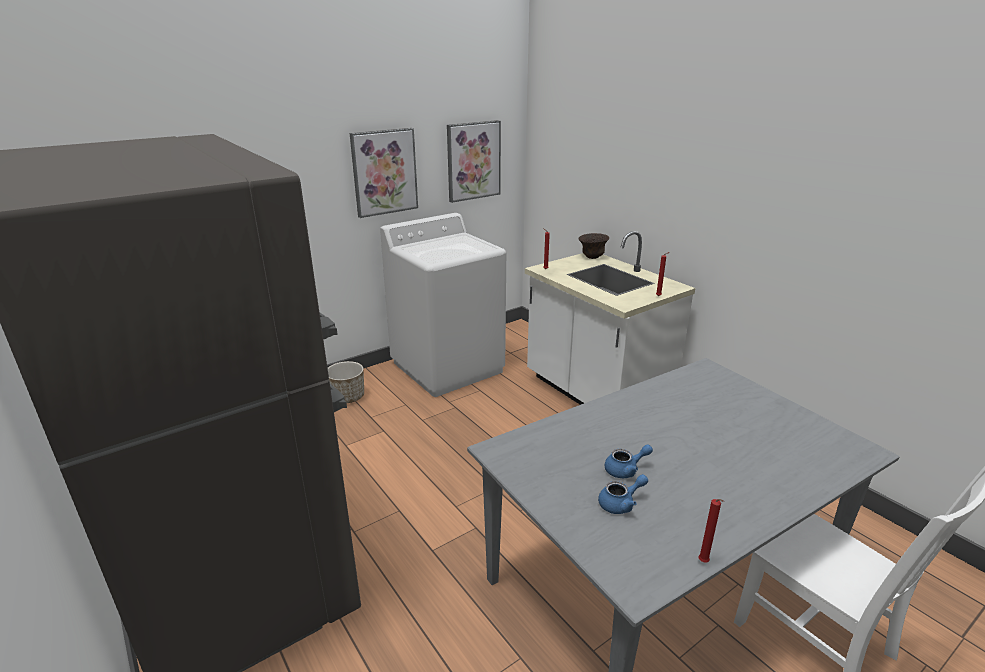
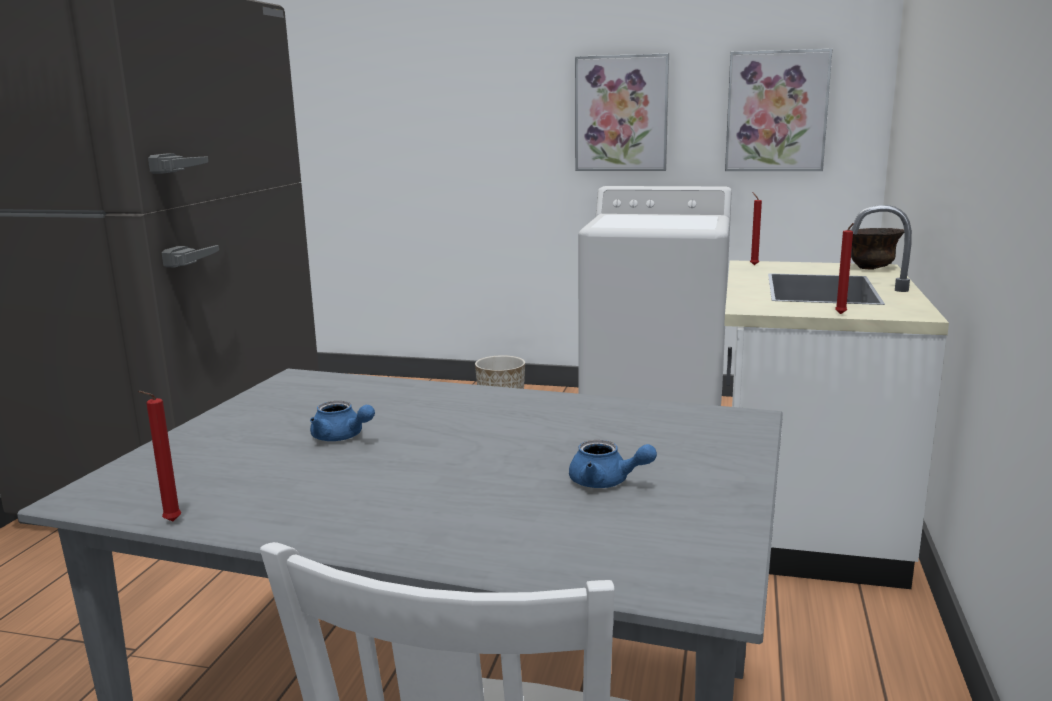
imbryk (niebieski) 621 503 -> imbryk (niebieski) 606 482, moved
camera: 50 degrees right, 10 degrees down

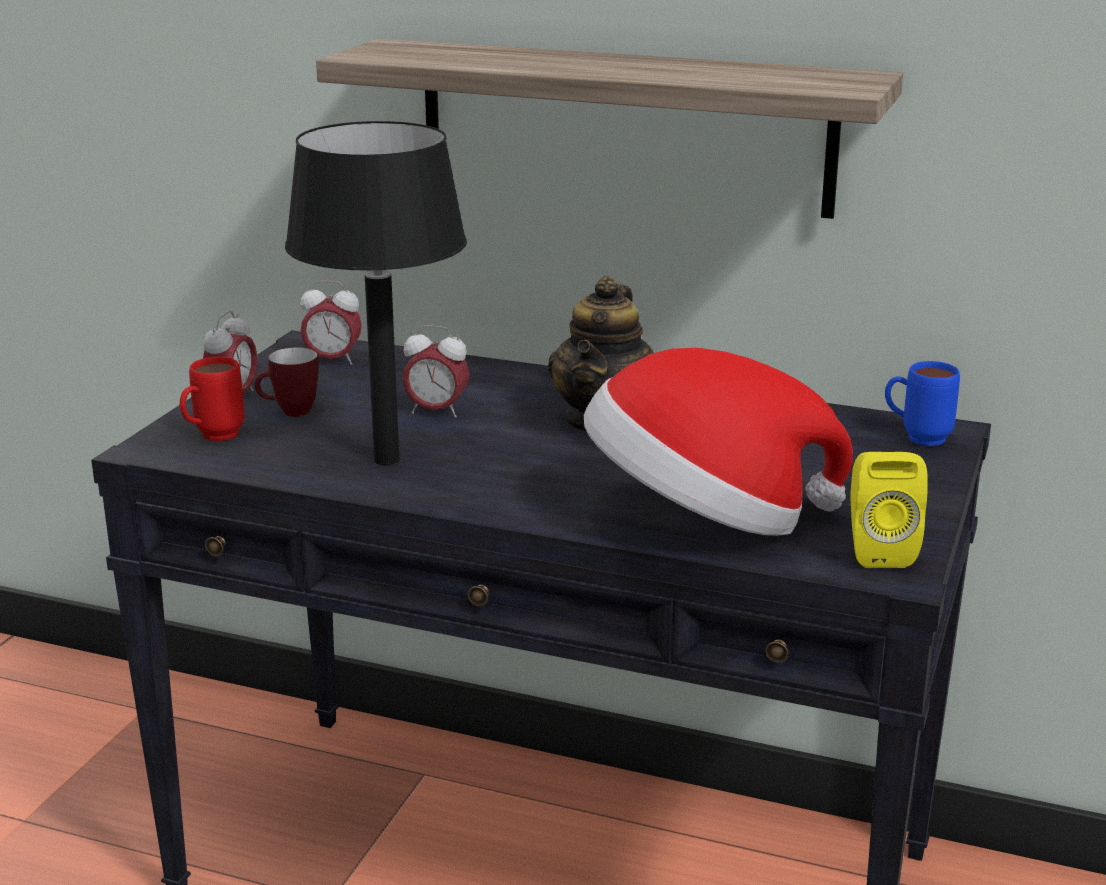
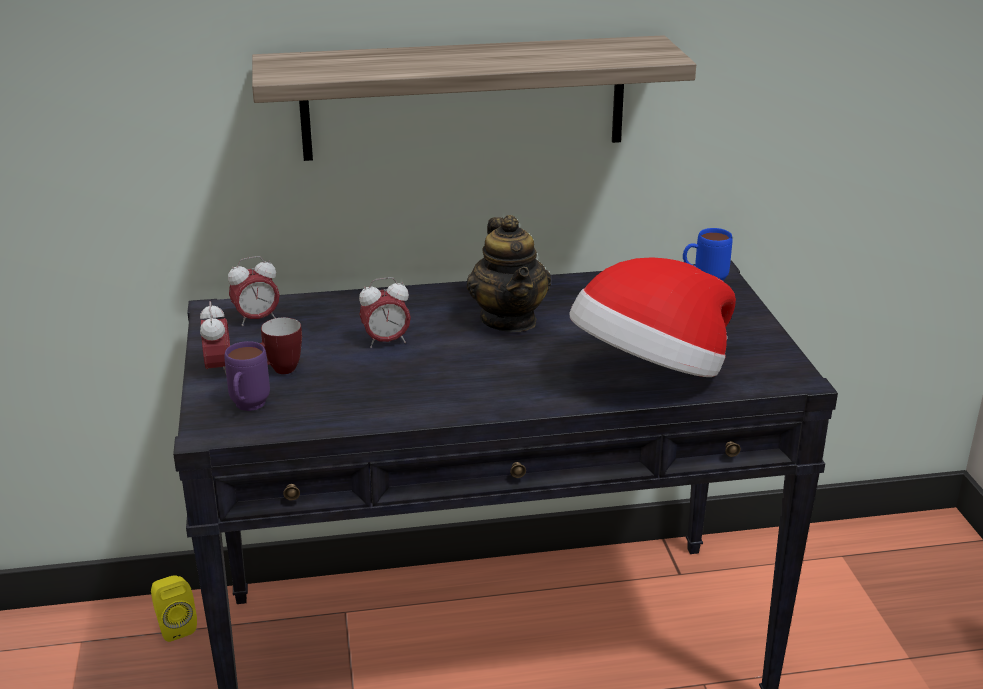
lampa stołowa (czarny) 388 459 -> none
głośnik (żółty) 878 551 -> głośnik (żółty) 175 626, moved
kubek (czerwony) 212 438 -> kubek (fioletowy) 247 408
camera: 30 degrees left, 5 degrees up

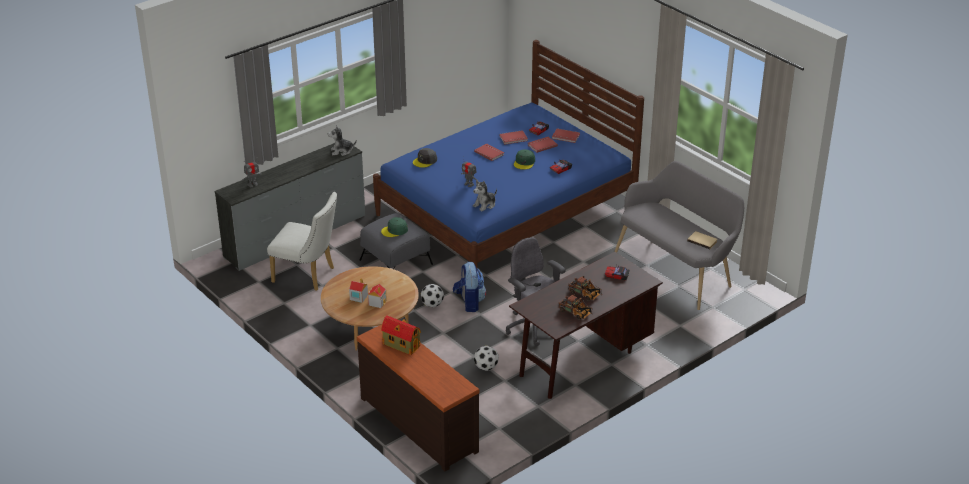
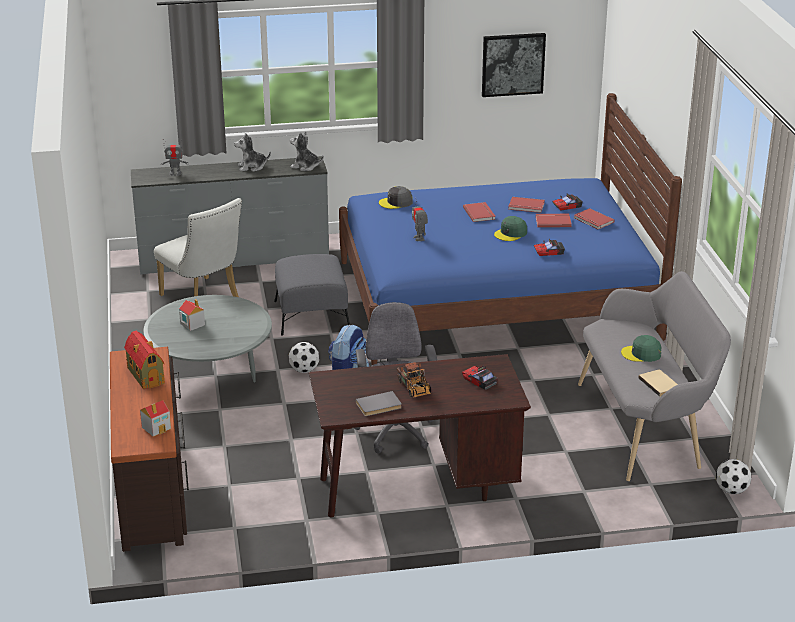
none -> obraz 513 64
domek 377 302 -> domek 156 427, moved
czapka z daszkiem (zielony) 394 230 -> czapka z daszkiem (zielony) 641 354, moved
pluszak 485 205 -> pluszak 252 167, moved
piłka futbolowa 486 367 -> piłka futbolowa 731 490, moved
ciężarówka zabawkowa 576 313 -> książka (szary) 379 406
ława (brązowy) 371 328 -> ława (szary) 211 373
camera: 30 degrees right, 5 degrees down

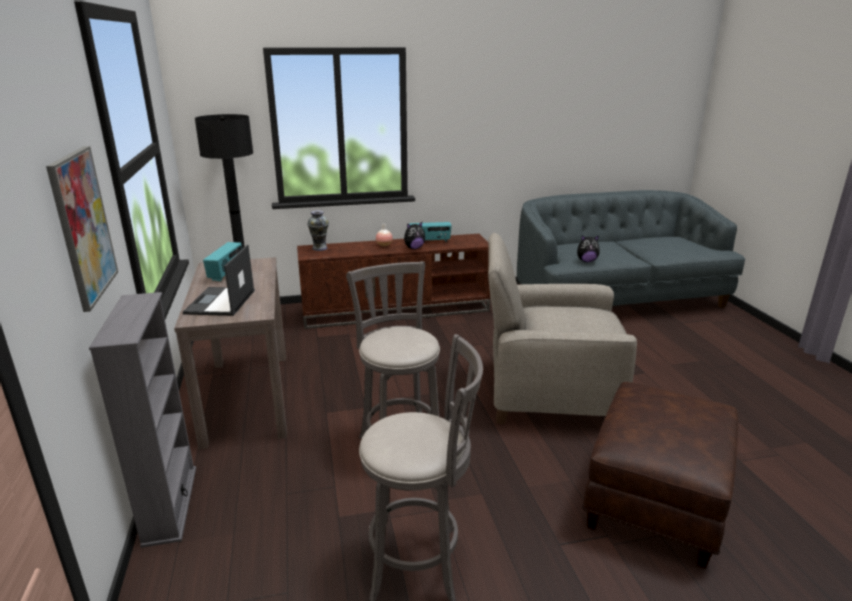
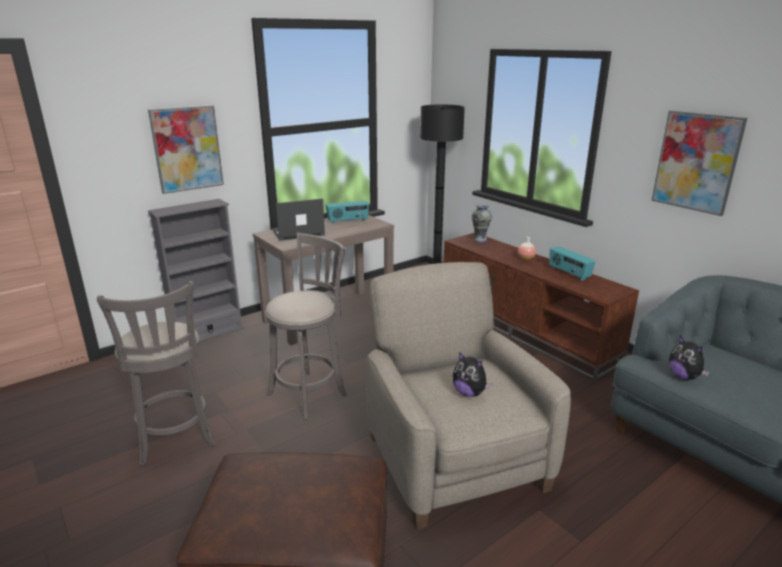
none -> obraz 696 162
pluszak 414 248 -> pluszak 469 393, moved
camera: 65 degrees right, 0 degrees up

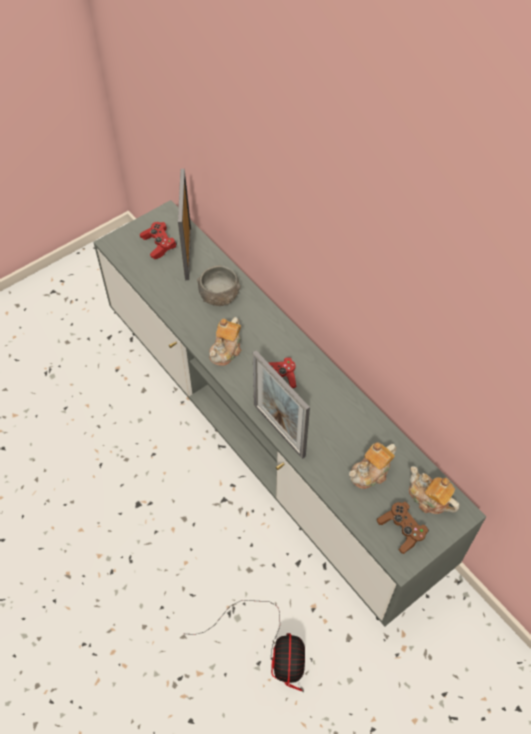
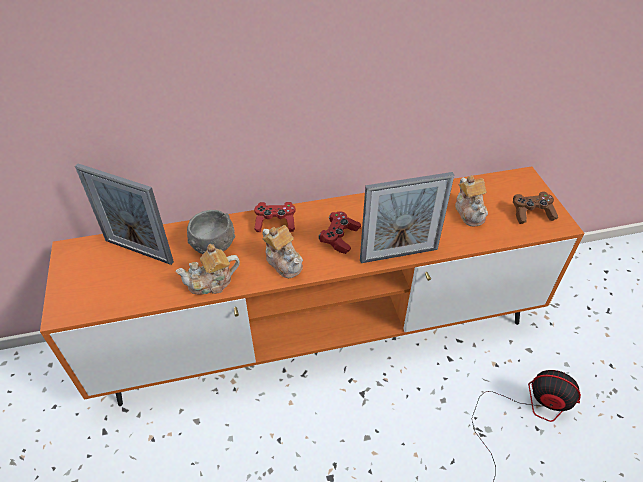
pad do gier (czerwony) 159 245 -> pad do gier (czerwony) 275 223, moved
imbryk 429 499 -> imbryk 211 282, moved
szafka pod telewizor (szary) 267 442 -> szafka pod telewizor (pomarańczowy) 320 335
camera: 65 degrees left, 10 degrees down

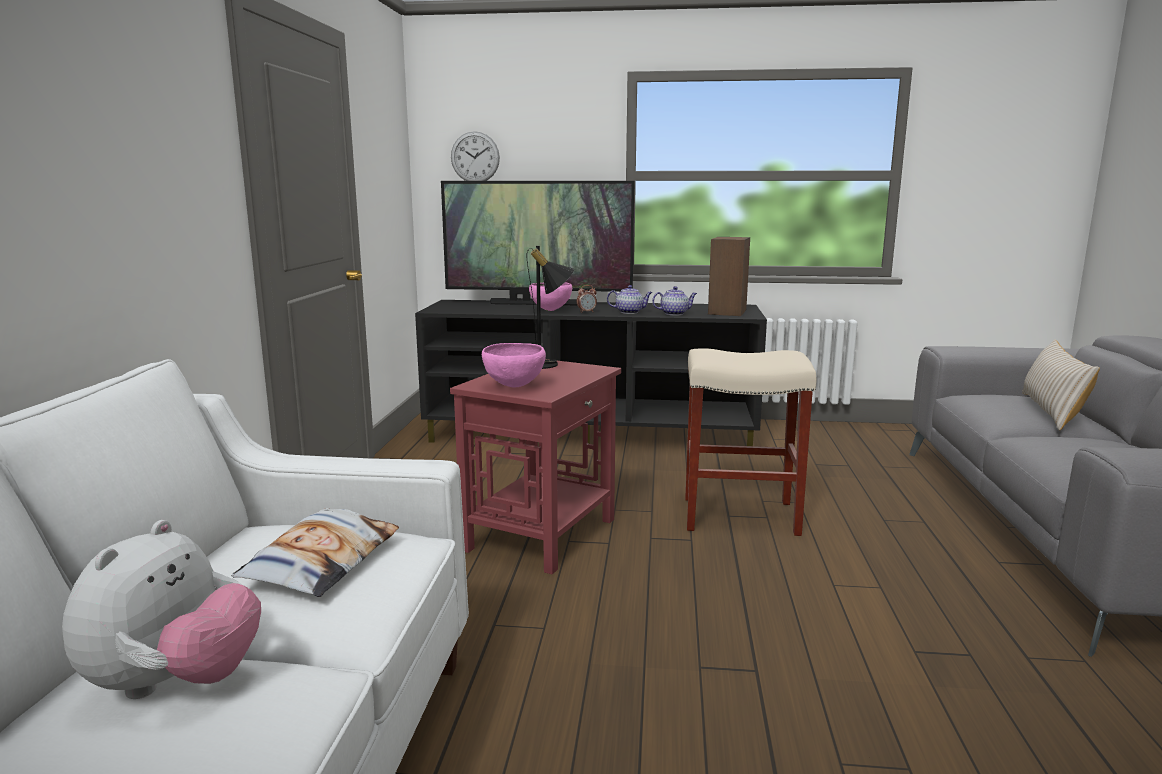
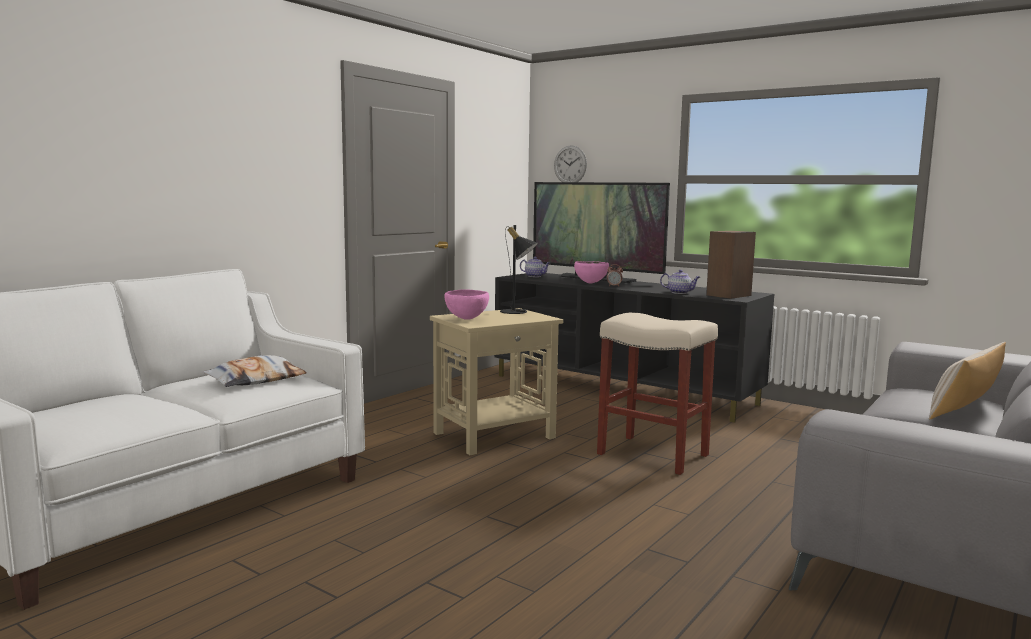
pluszak 175 684 -> none
imbryk 630 312 -> imbryk 535 276, moved
stolik (czerwony) 542 535 -> stolik (beżowy) 494 436
camera: 30 degrees right, 5 degrees down

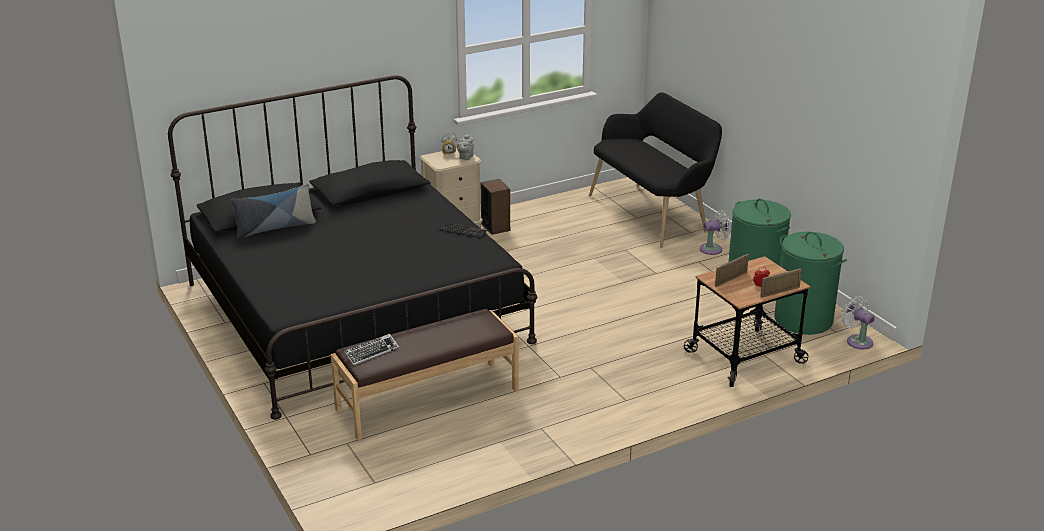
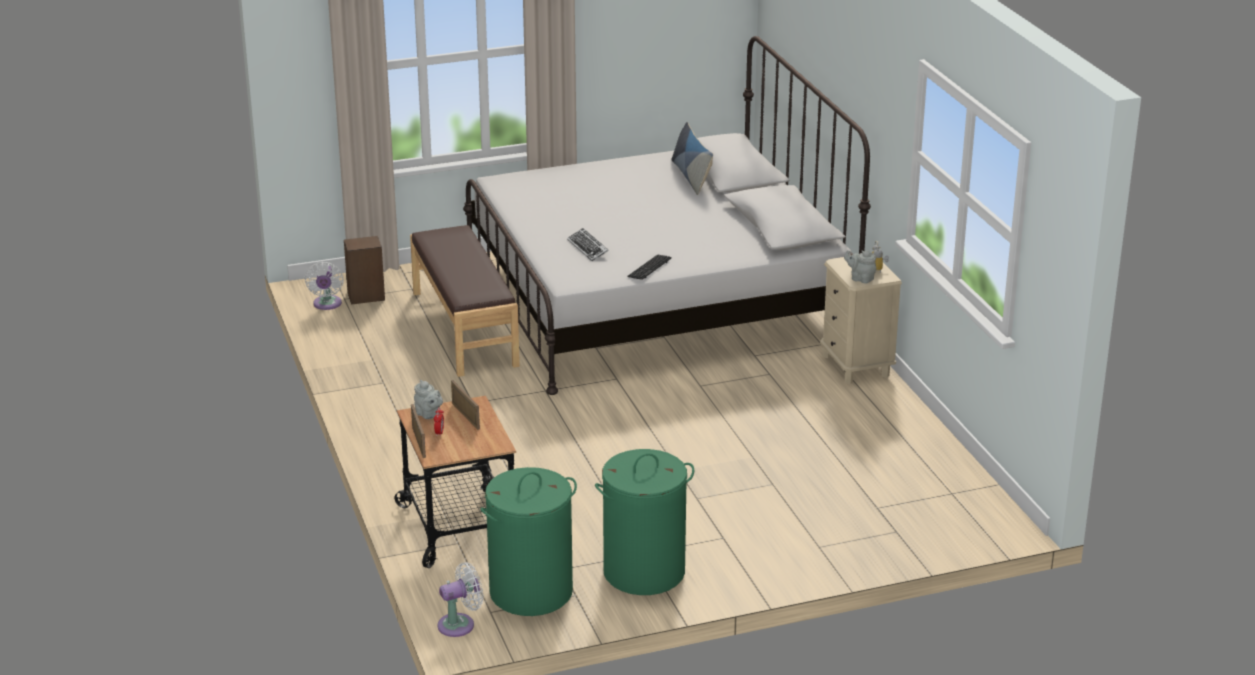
ławka (czarny) 653 213 -> none
none -> imbryk (szary) 429 415
klawiatura 371 352 -> klawiatura 588 248, moved
głośnik 495 227 -> głośnik 366 296, moved
wentylator (biały) 713 249 -> wentylator (biały) 327 305, moved
łóżko (czarny) 354 312 -> łóżko (biały) 656 298
camera: 100 degrees right, 0 degrees up

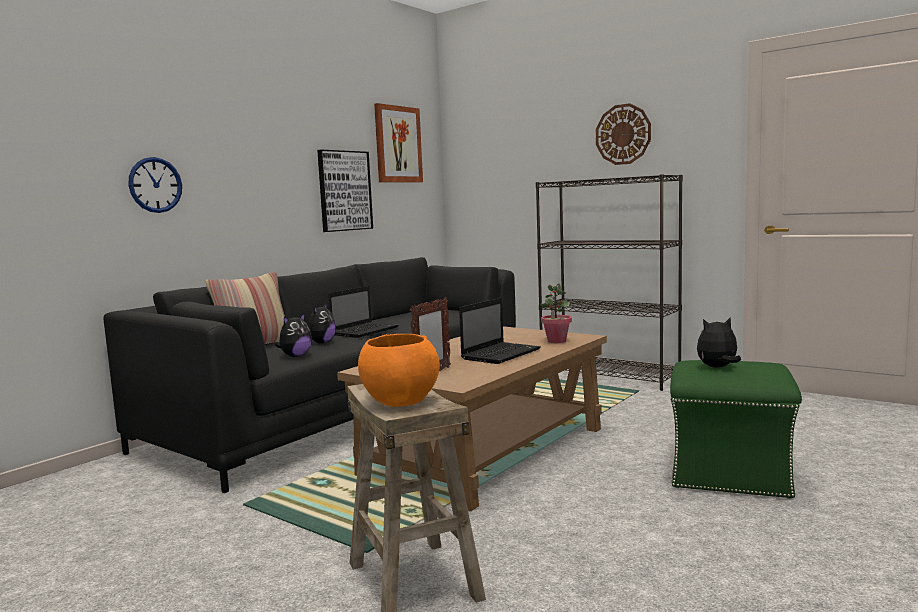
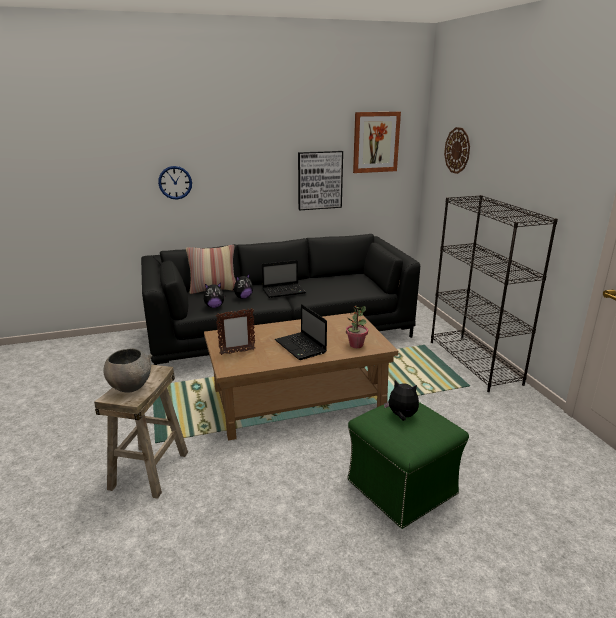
zegar ścienny 623 134 -> zegar ścienny 457 150, moved
miska (pomarańczowy) 400 401 -> miska (szary) 130 386
laptop 501 354 -> laptop 301 347, 75 degrees clockwise
camera: 35 degrees right, 15 degrees up

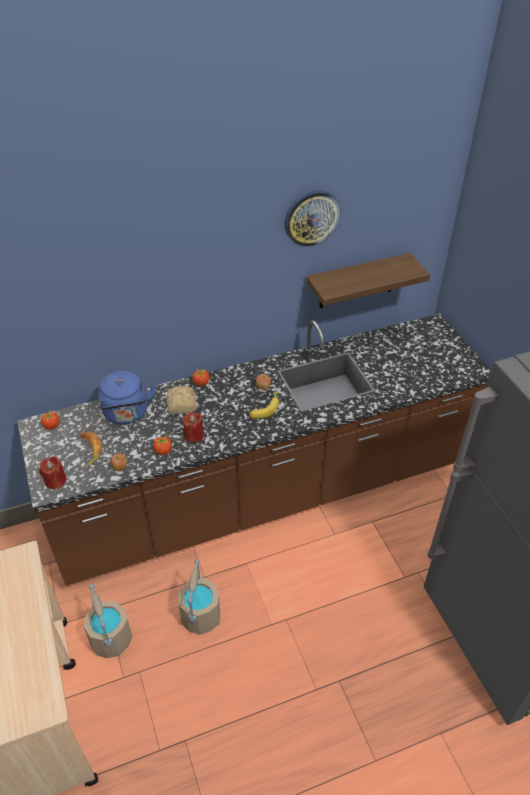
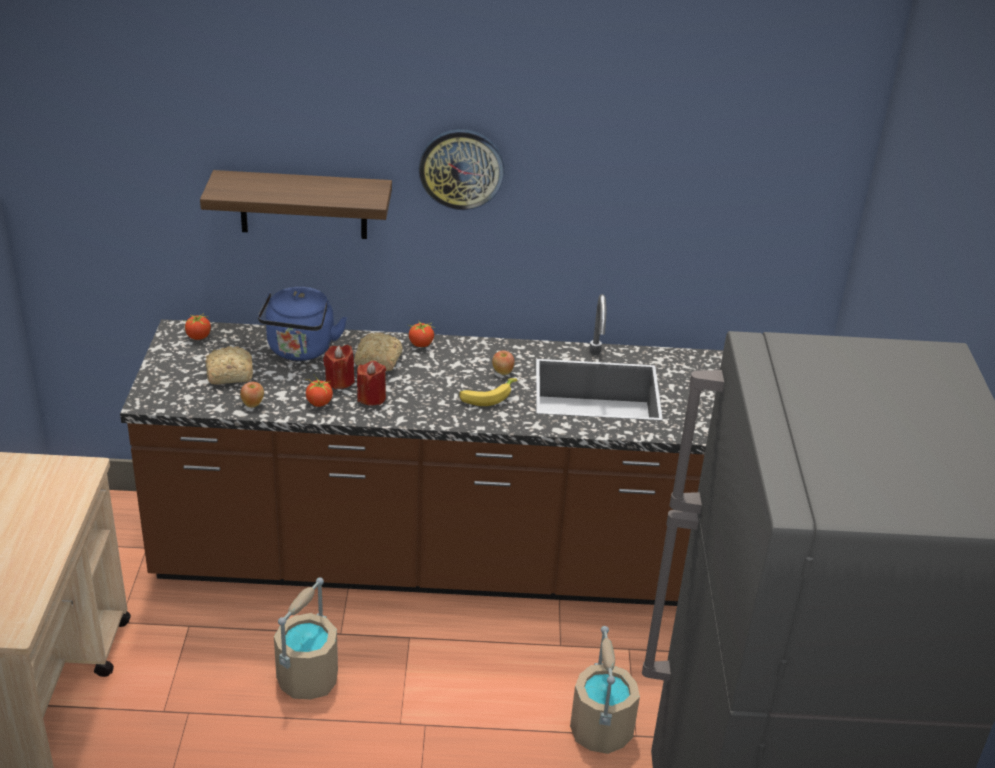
świeca (czerwony) 55 481 -> świeca (czerwony) 339 381, moved
wiadro (beżowy) 111 639 -> wiadro (beżowy) 600 729, moved
zegar ścienny 312 218 -> zegar ścienny 461 169, moved
półka 357 281 -> półka 303 205, moved
banan 89 449 -> chleb 228 374
camera: 20 degrees right, 10 degrees down

